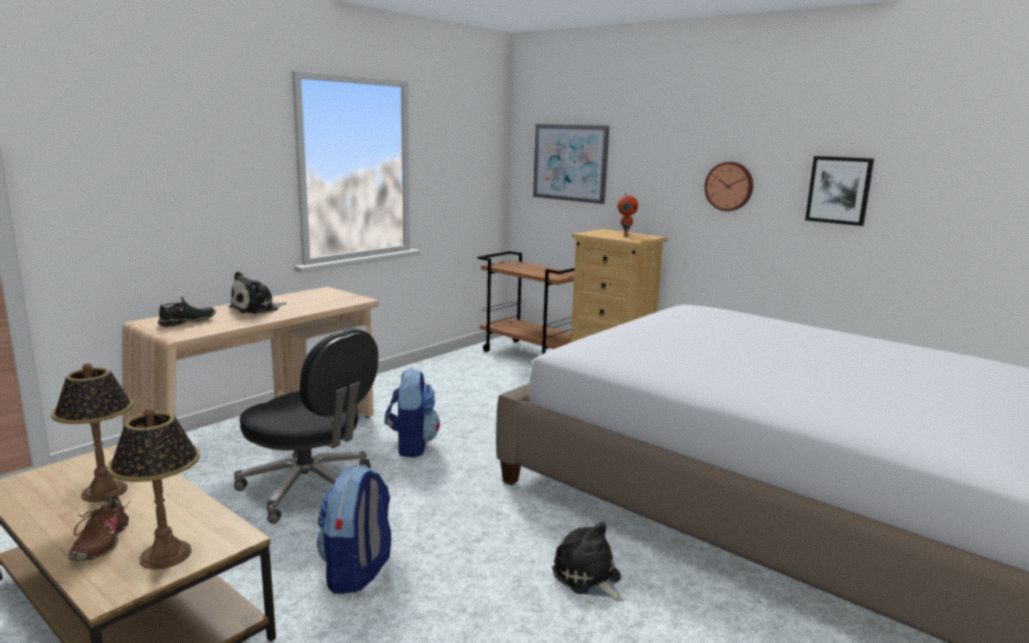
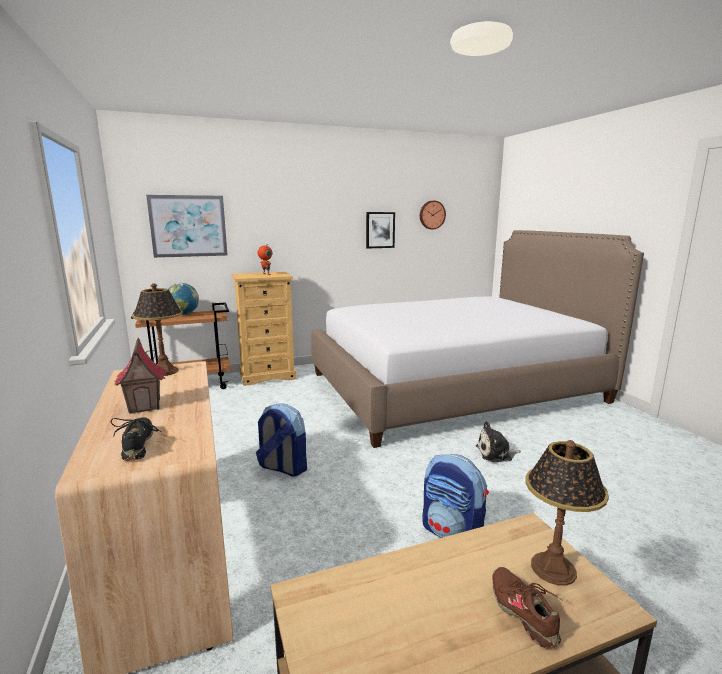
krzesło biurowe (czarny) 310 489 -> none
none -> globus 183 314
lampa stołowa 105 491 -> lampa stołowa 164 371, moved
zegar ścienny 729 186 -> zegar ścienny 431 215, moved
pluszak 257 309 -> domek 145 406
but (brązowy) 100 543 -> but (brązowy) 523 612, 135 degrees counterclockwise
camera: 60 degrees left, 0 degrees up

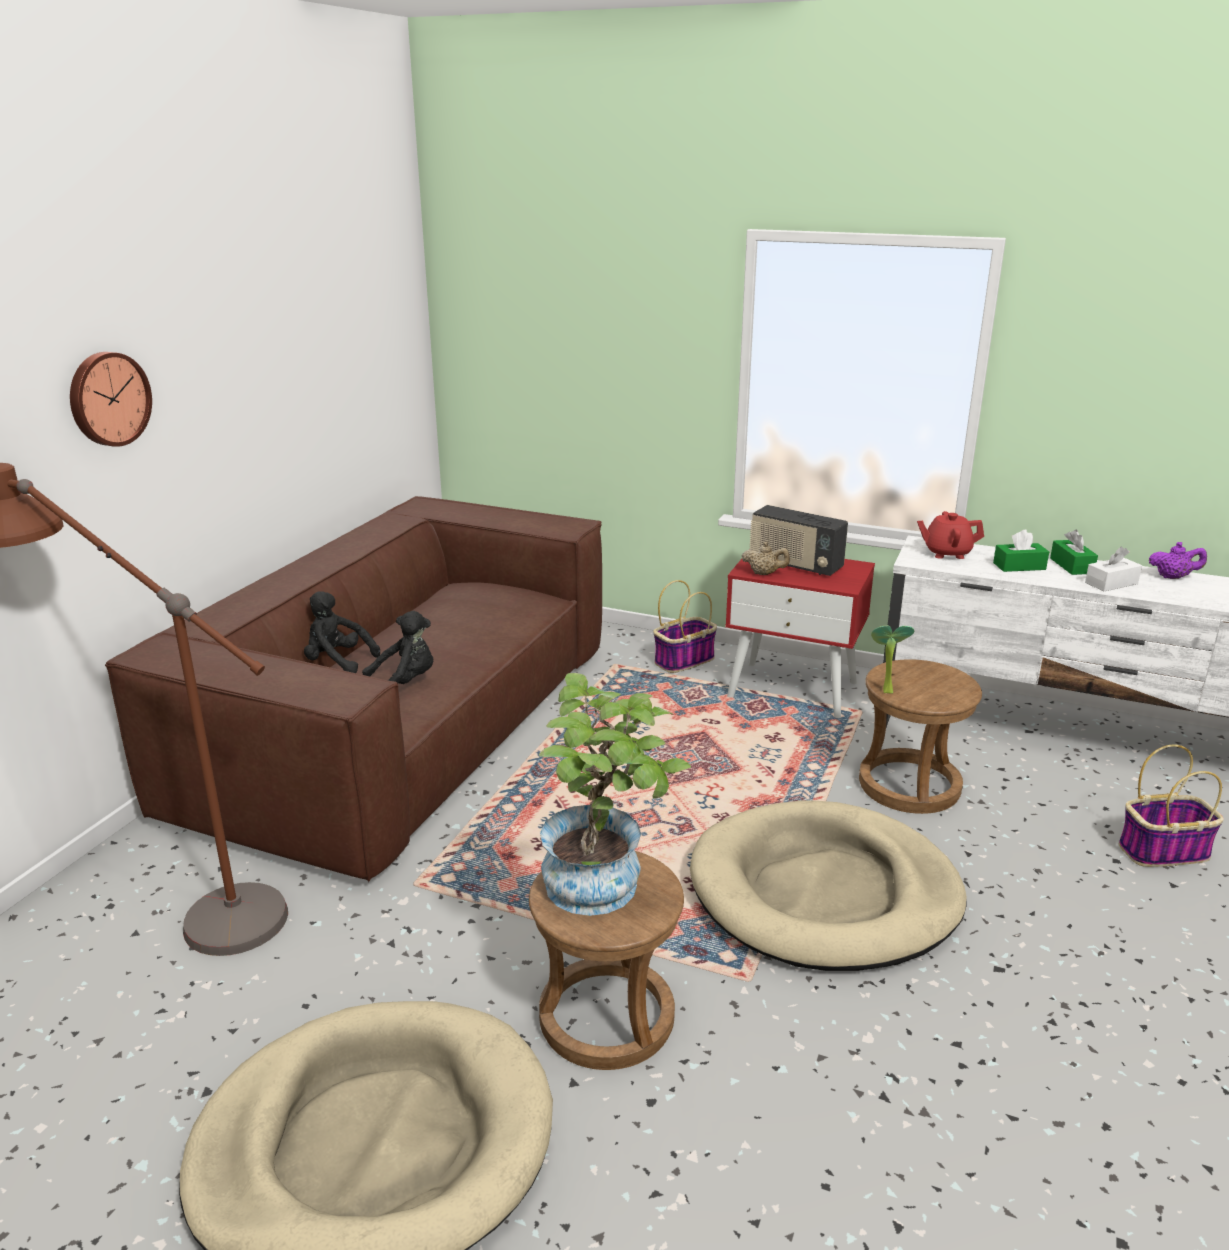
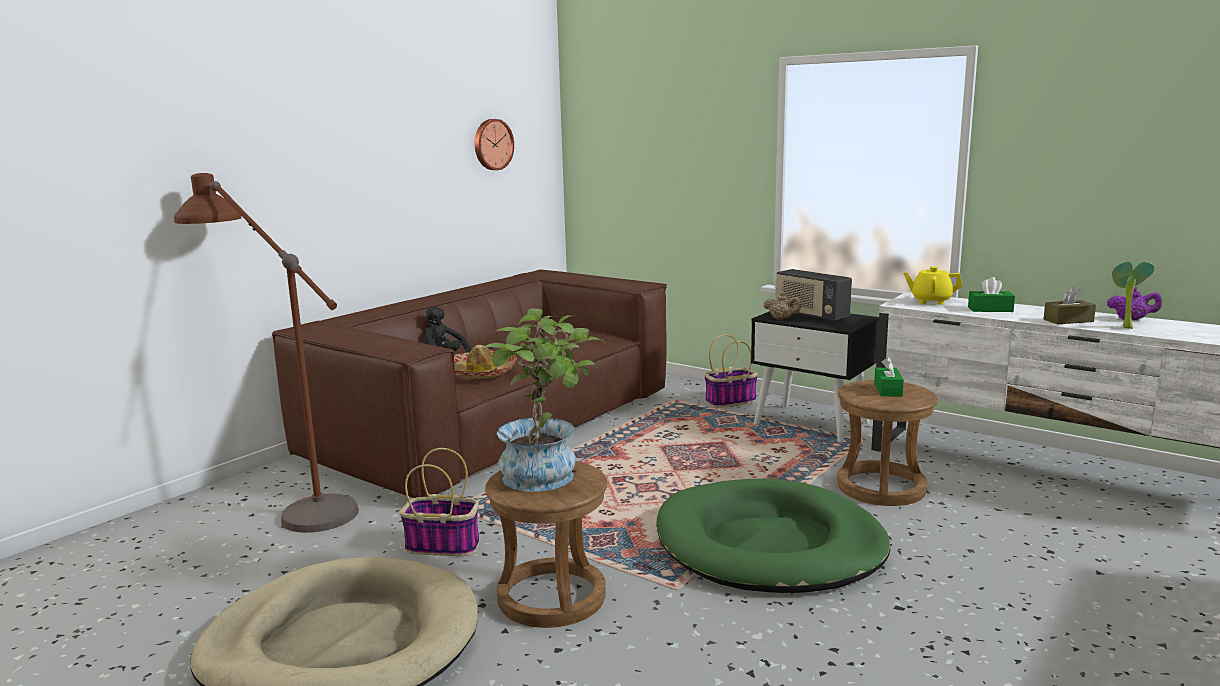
zegar ścienny 108 399 -> zegar ścienny 492 144, moved
roślina doniczkowa 884 690 -> roślina doniczkowa 1124 327, moved
pudełko chusteczek (zielony) 1071 566 -> pudełko chusteczek (zielony) 888 390, moved
koszyk 1164 851 -> koszyk 444 545, moved
pluszak (czarny) 404 683 -> kapelusz 480 372
legowisko (beżowy) 824 893 -> legowisko (zielony) 769 545
szafka nocna (czerwony) 793 689 -> szafka nocna (czarny) 812 423
imbryk (czerwony) 946 553 -> imbryk (żółty) 931 301
pudełko chusteczek (biały) 1111 583 -> pudełko chusteczek (brązowy) 1068 320
camera: 15 degrees right, 10 degrees down

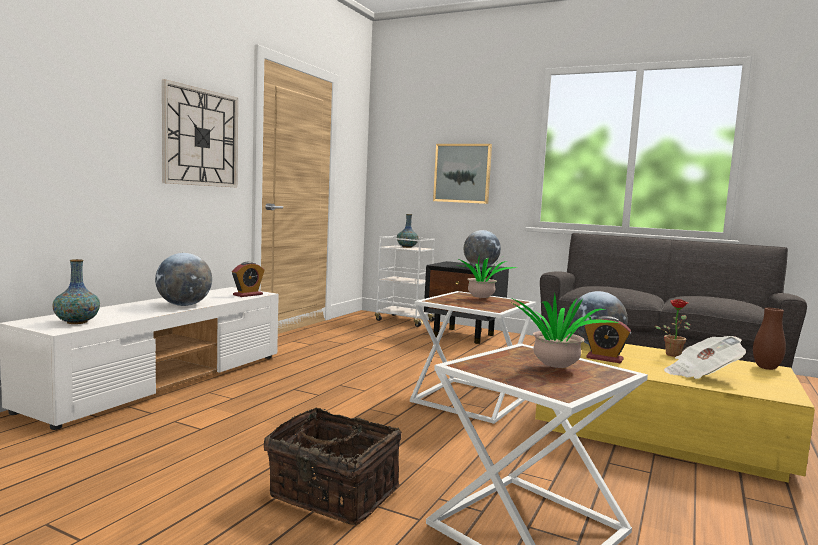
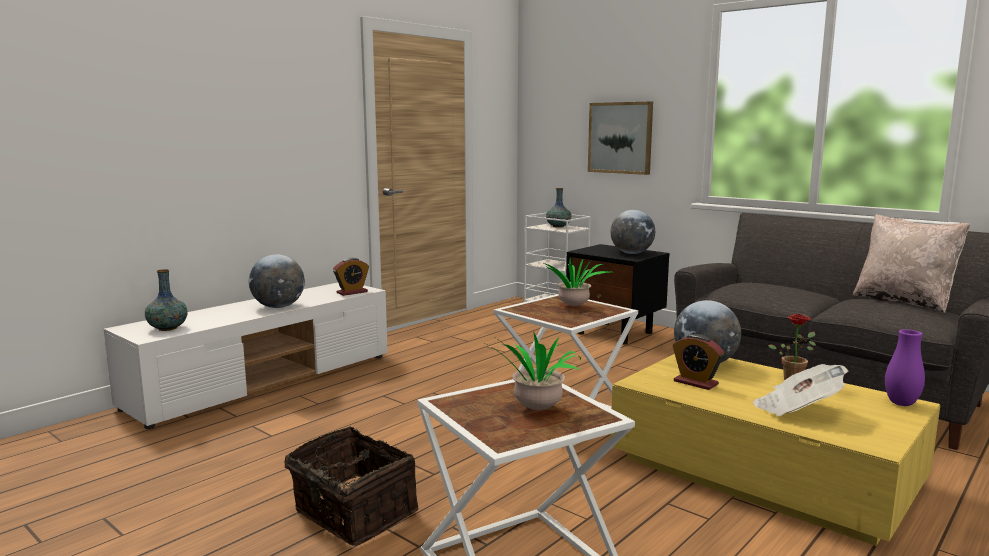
zegar ścienny 201 137 -> none
none -> poduszka (beżowy) 904 302
wazon (brązowy) 766 368 -> wazon (fioletowy) 901 403
camera: 15 degrees right, 5 degrees up

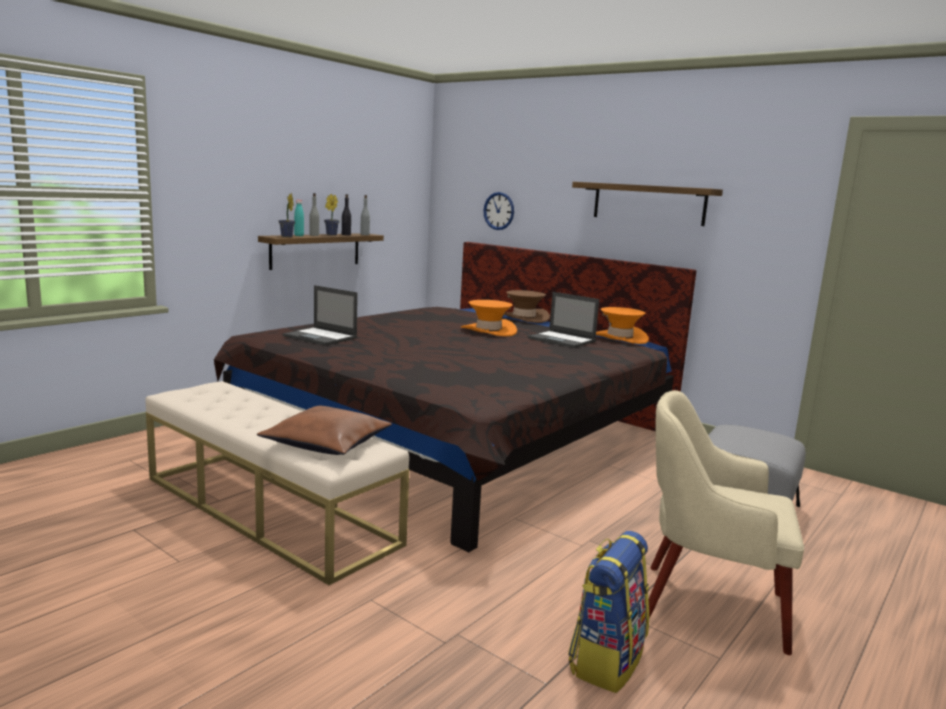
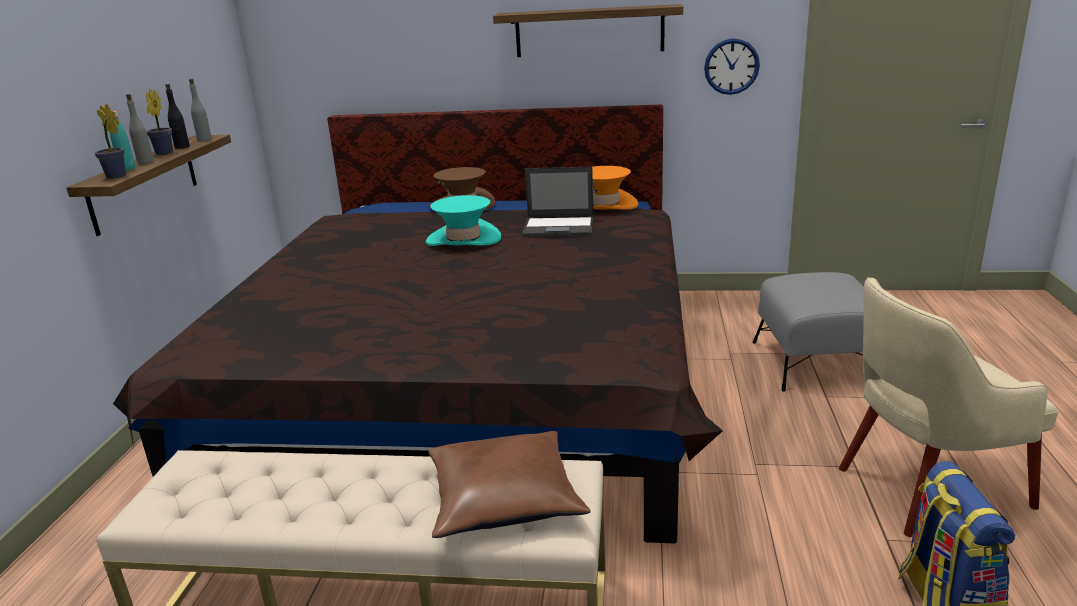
laptop 321 337 -> none
zegar ścienny 499 211 -> zegar ścienny 731 66, moved
kapelusz (pomarańczowy) 488 331 -> kapelusz (turkusowy) 463 239
camera: 30 degrees left, 10 degrees up

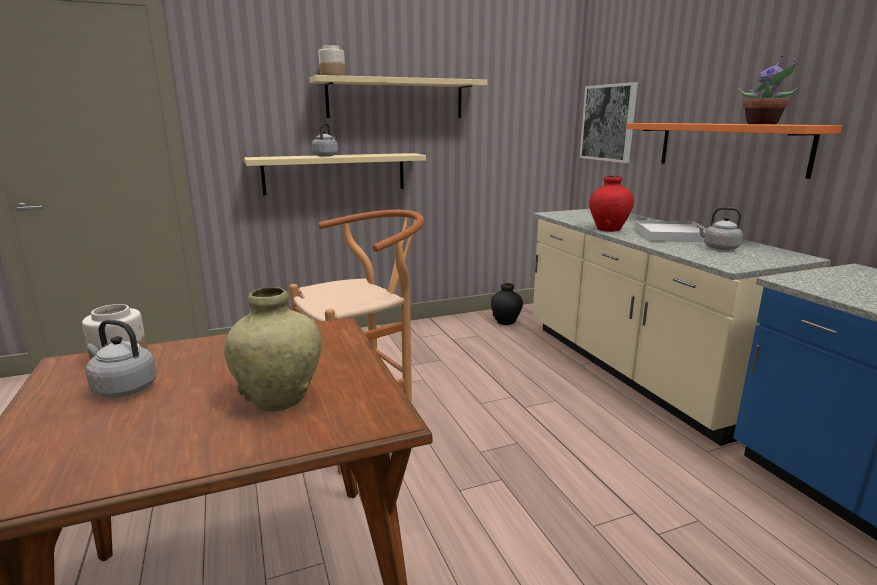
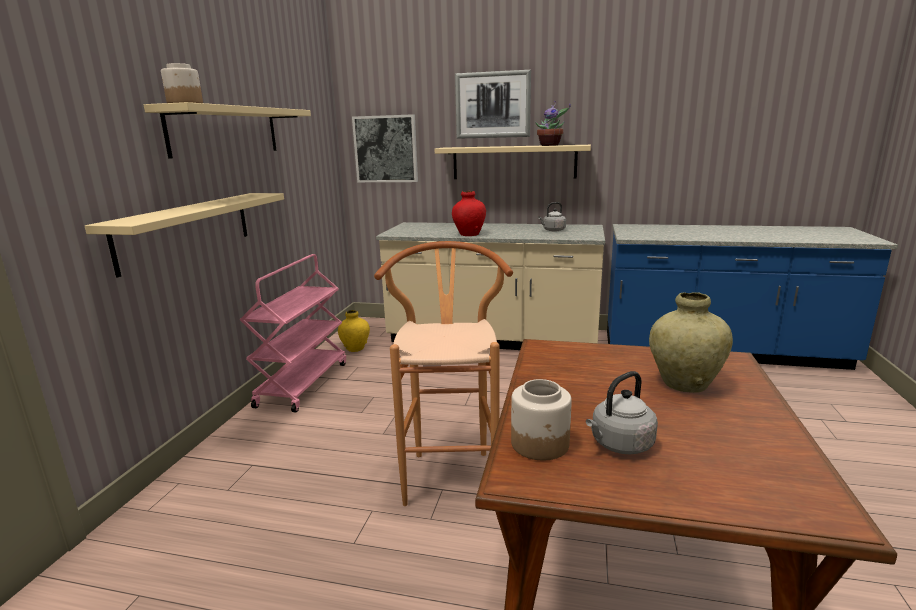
czajnik (szary) 326 156 -> none
taca (biały) 671 235 -> none
none -> wózek (różowy) 303 383
none -> obraz 493 105
wazon (czarny) 506 322 -> wazon (żółty) 355 348
półka (pomarańczowy) 729 147 -> półka (beżowy) 514 162
camera: 55 degrees left, 0 degrees up

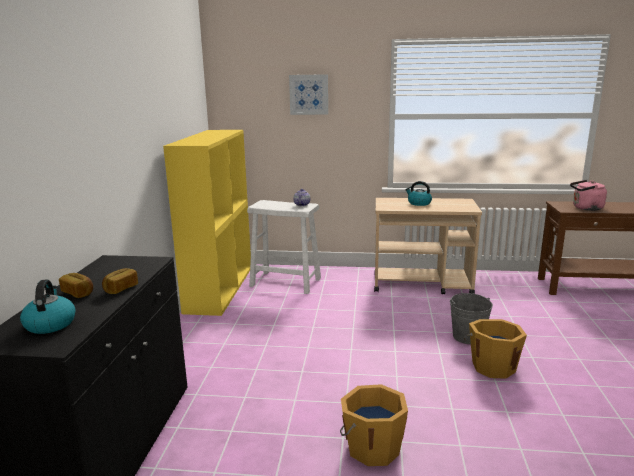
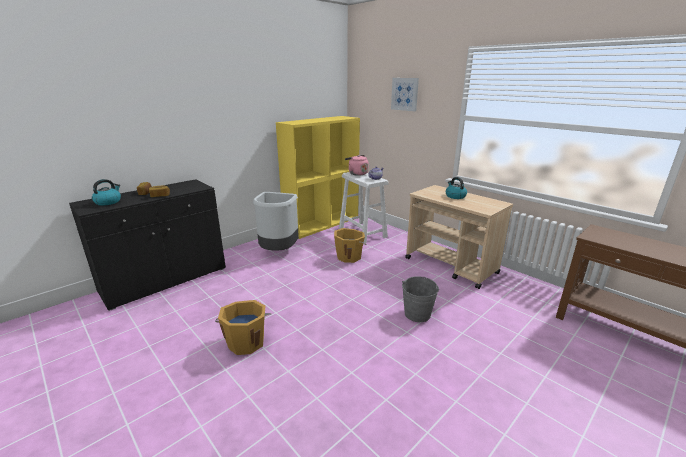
none -> kosz na śmieci (szary) 278 251
wiadro (pomarańczowy) 493 366 -> wiadro (pomarańczowy) 349 256, moved
czajnik (różowy) 585 208 -> czajnik (różowy) 357 173, moved
camera: 40 degrees right, 5 degrees up

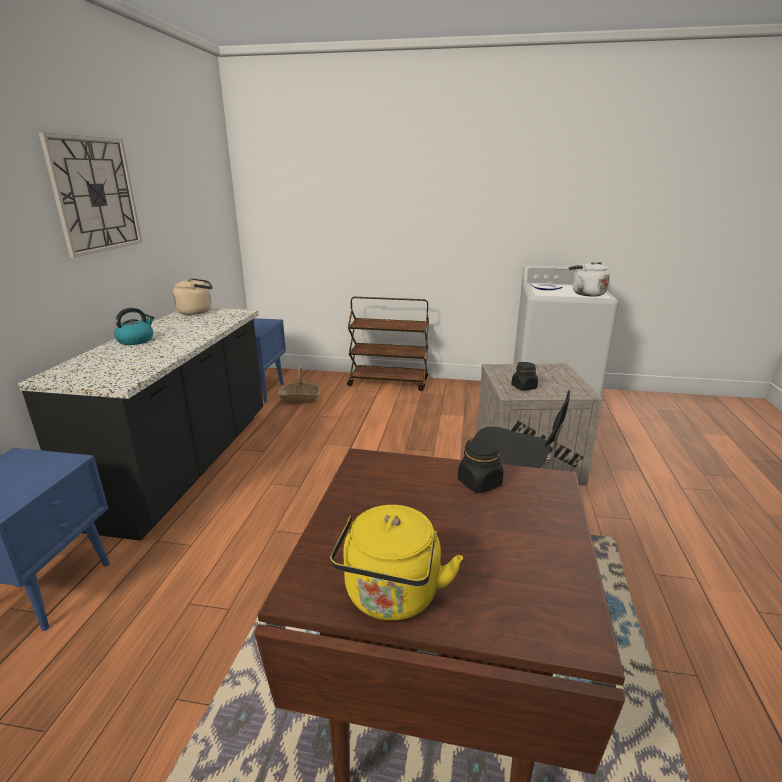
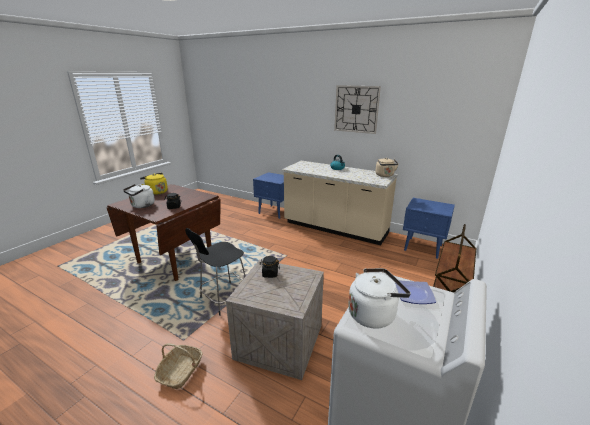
none -> czajnik (biały) 141 206
koszyk 300 399 -> koszyk 180 371, moved
zabudowa kuchenna (czarny) 186 465 -> zabudowa kuchenna (beżowy) 335 228
camera: 110 degrees right, 0 degrees up

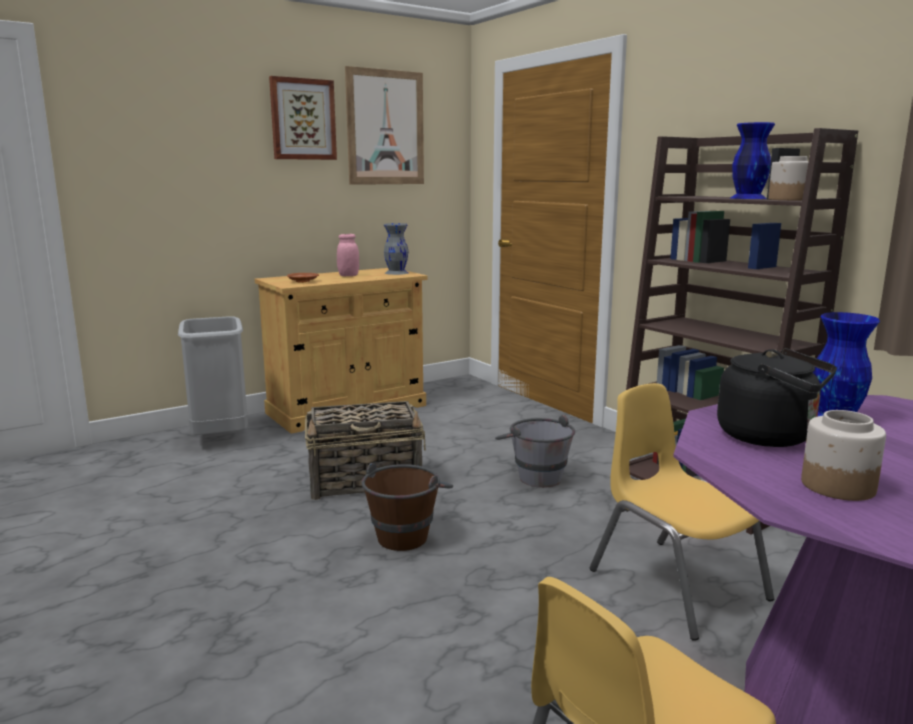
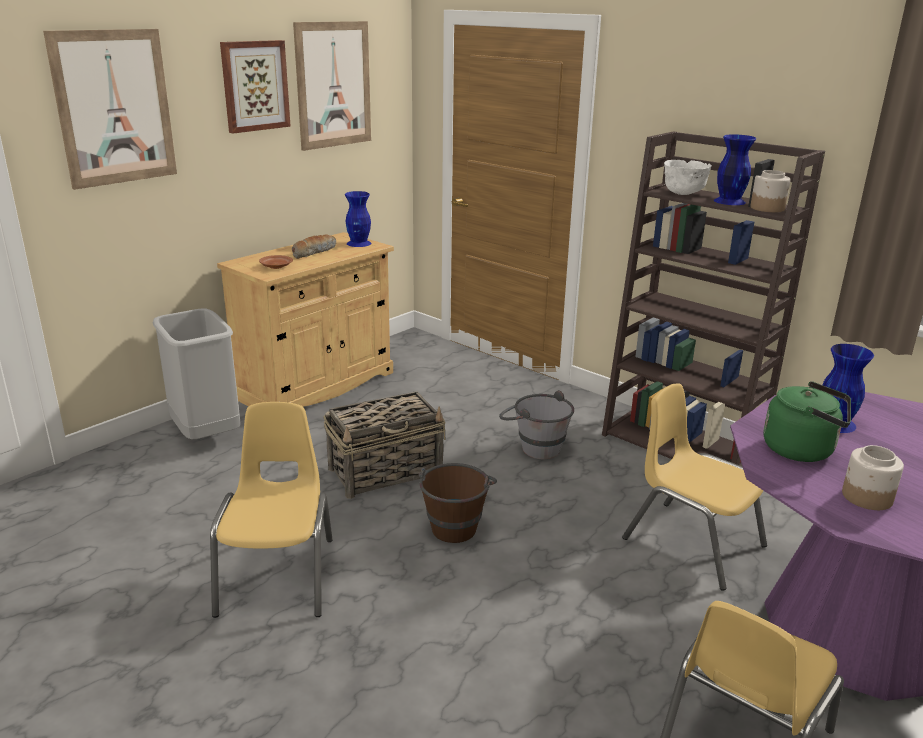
none -> obraz 114 108
none -> krzesło (żółty) 279 575
none -> miska (biały) 683 194
słoik (różowy) 348 275 -> chleb 314 252
wazon (szary) 396 273 -> wazon (niebieski) 359 243
czajnik (czarny) 771 437 -> czajnik (zielony) 802 450
camera: 15 degrees left, 10 degrees up

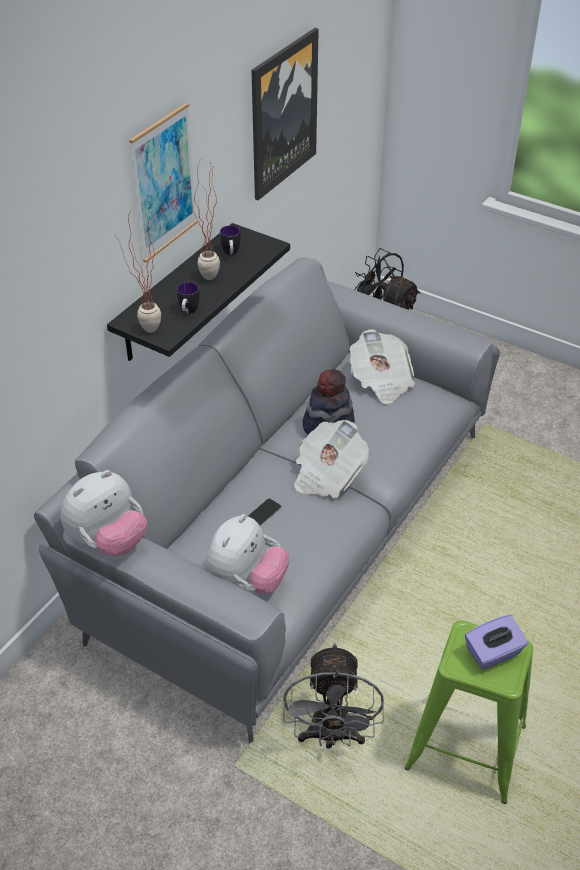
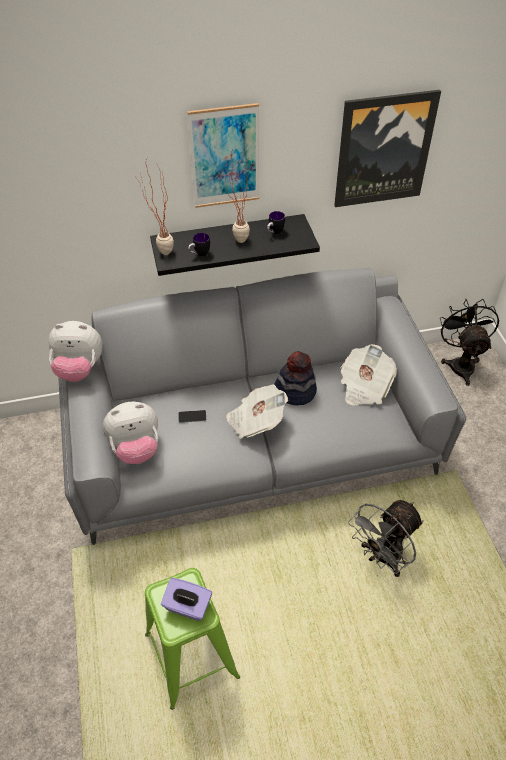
wentylator (szary) 331 736 -> wentylator (szary) 382 558, moved
camera: 45 degrees right, 5 degrees up

